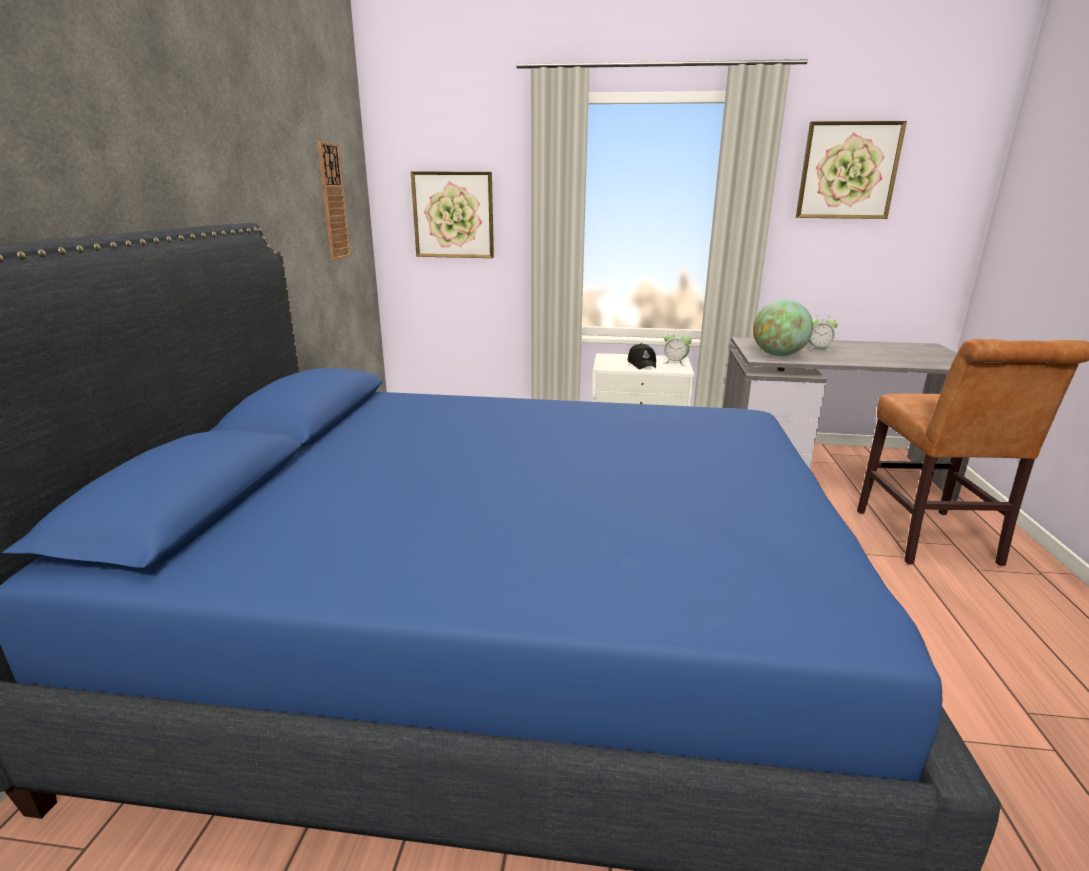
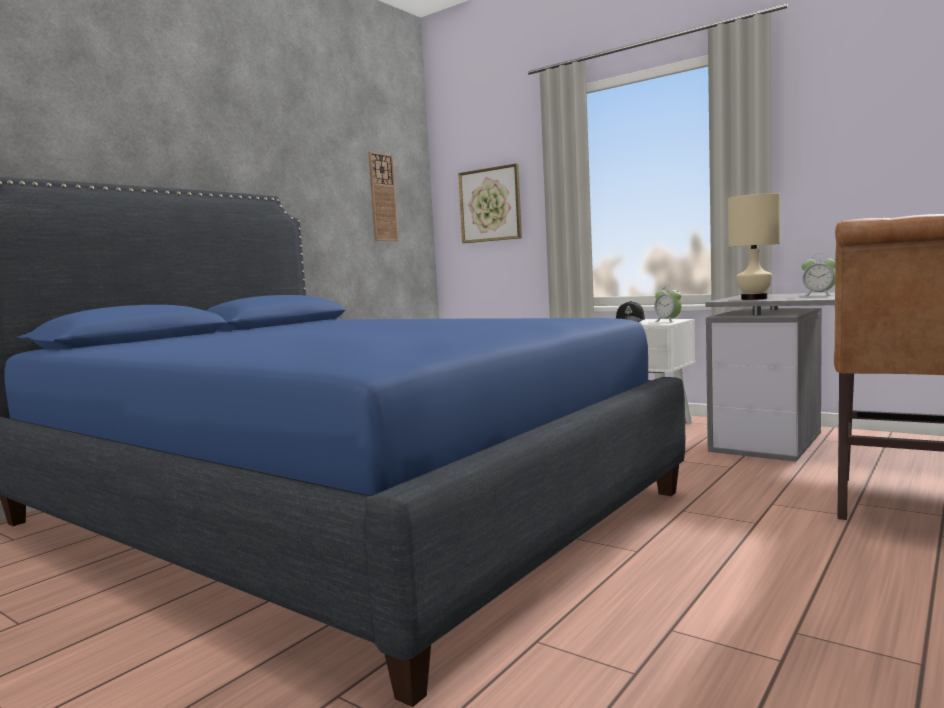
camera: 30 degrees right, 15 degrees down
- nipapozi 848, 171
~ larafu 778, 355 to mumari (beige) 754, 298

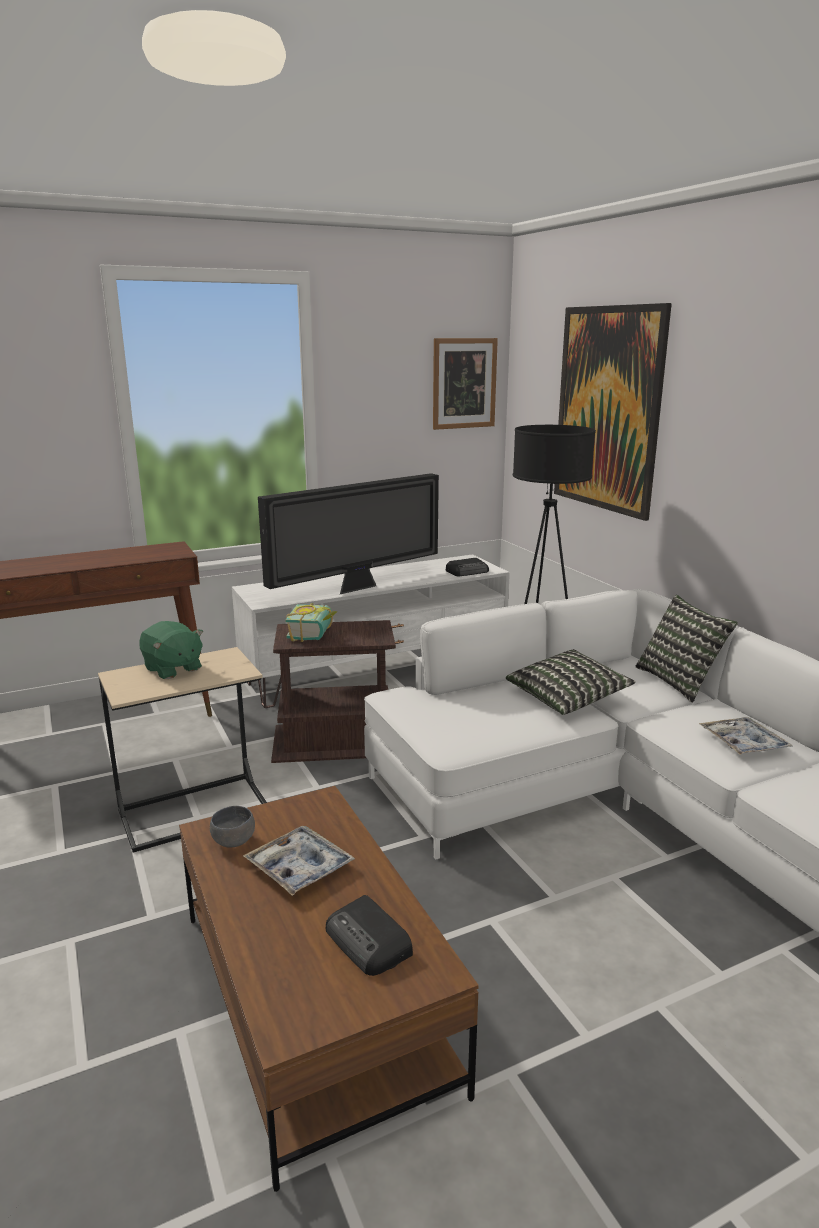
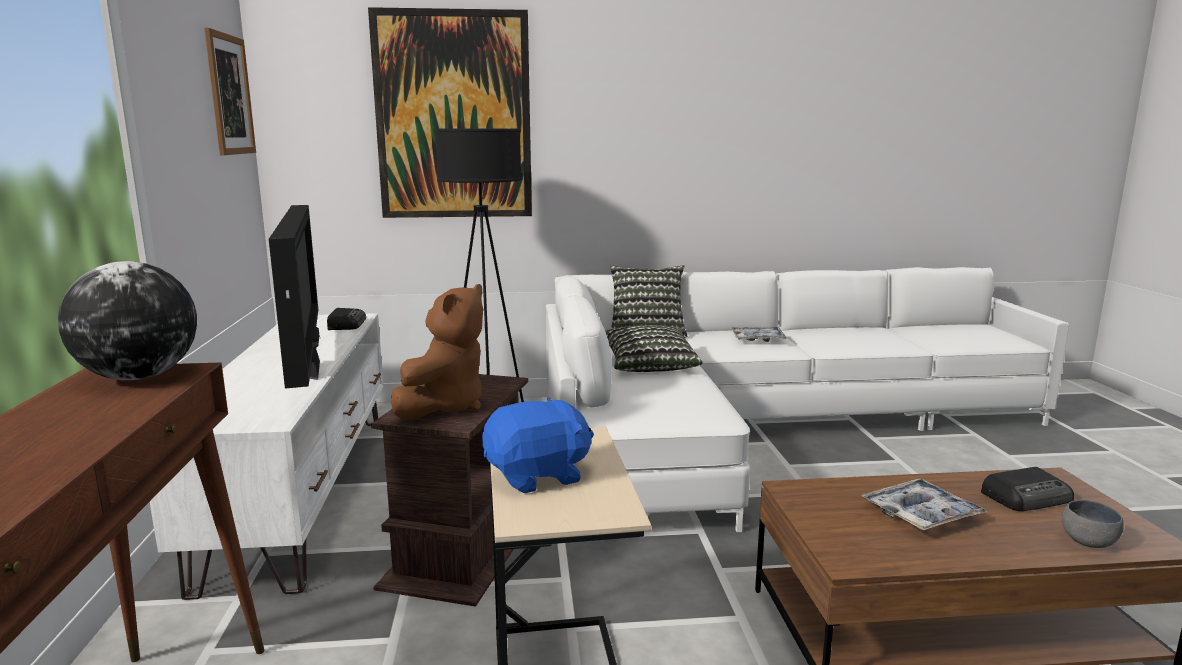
camera: 70 degrees left, 5 degrees down
+ larafu 139, 377
~ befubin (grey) 232, 842 to 1090, 543
~ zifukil 315, 634 to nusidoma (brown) 444, 406
~ nusidoma (green) 172, 669 to nusidoma (blue) 538, 476

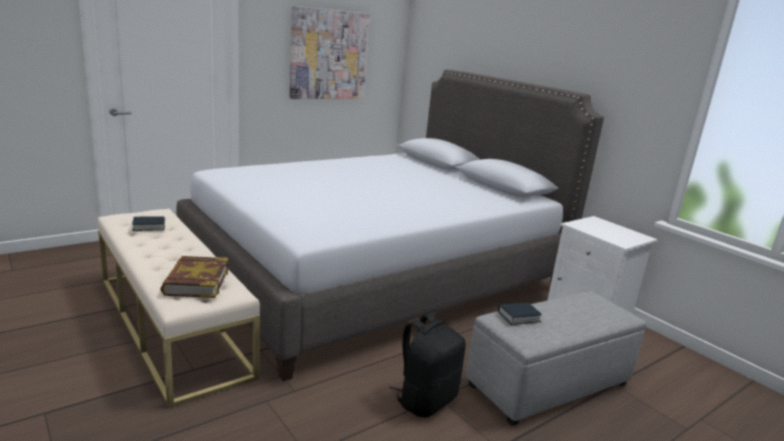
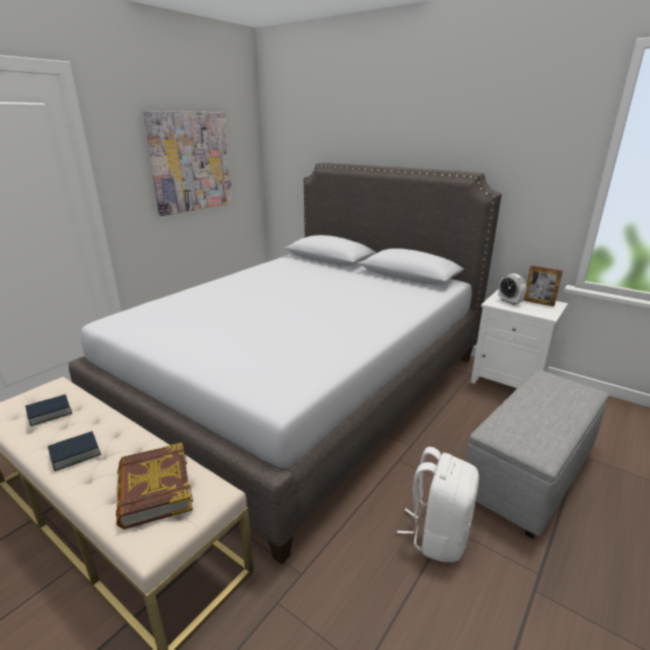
camera: 15 degrees left, 5 degrees up
+ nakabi 509, 302
+ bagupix 538, 303
~ zifukil 518, 317 to 75, 454
~ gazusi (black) 425, 400 to gazusi (white) 438, 535

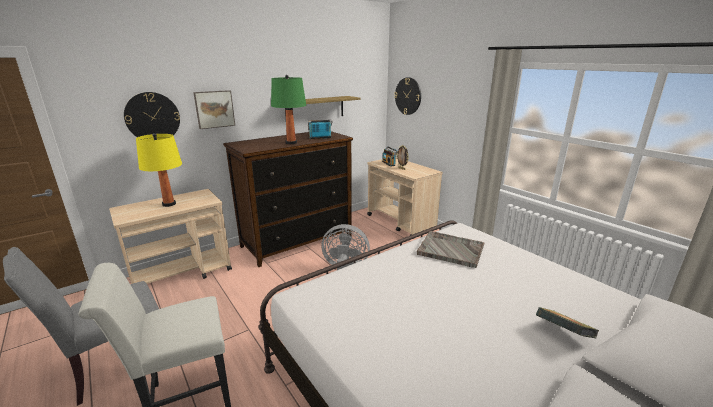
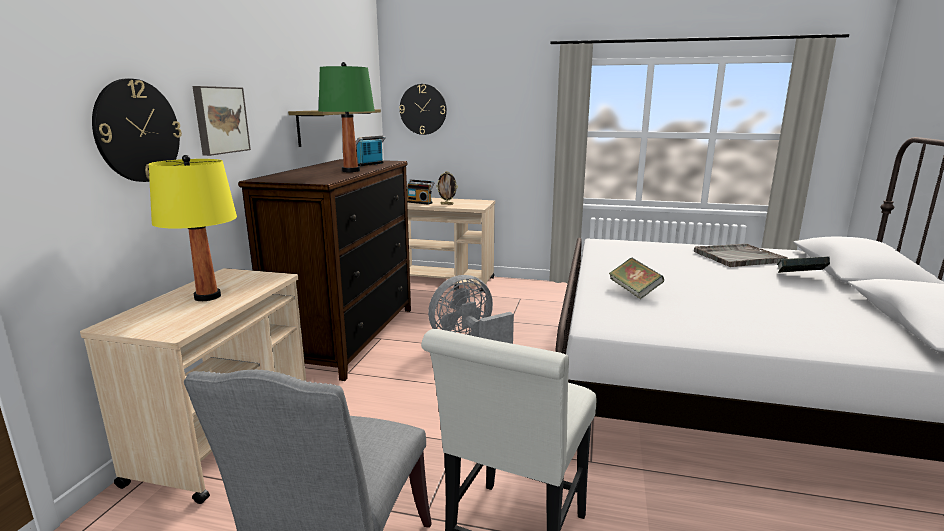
camera: 40 degrees left, 5 degrees down
+ zifukil 634, 291
~ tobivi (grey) 450, 250 to 737, 257

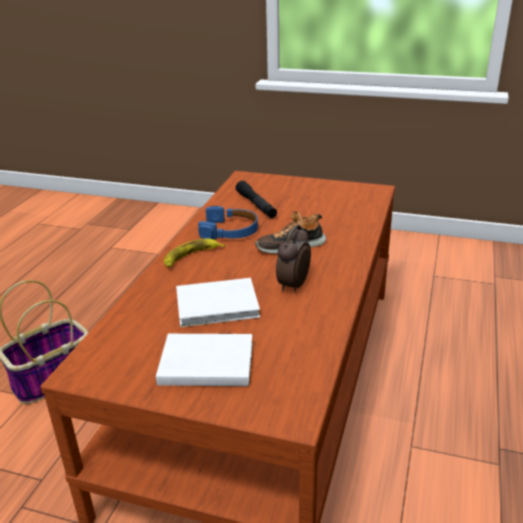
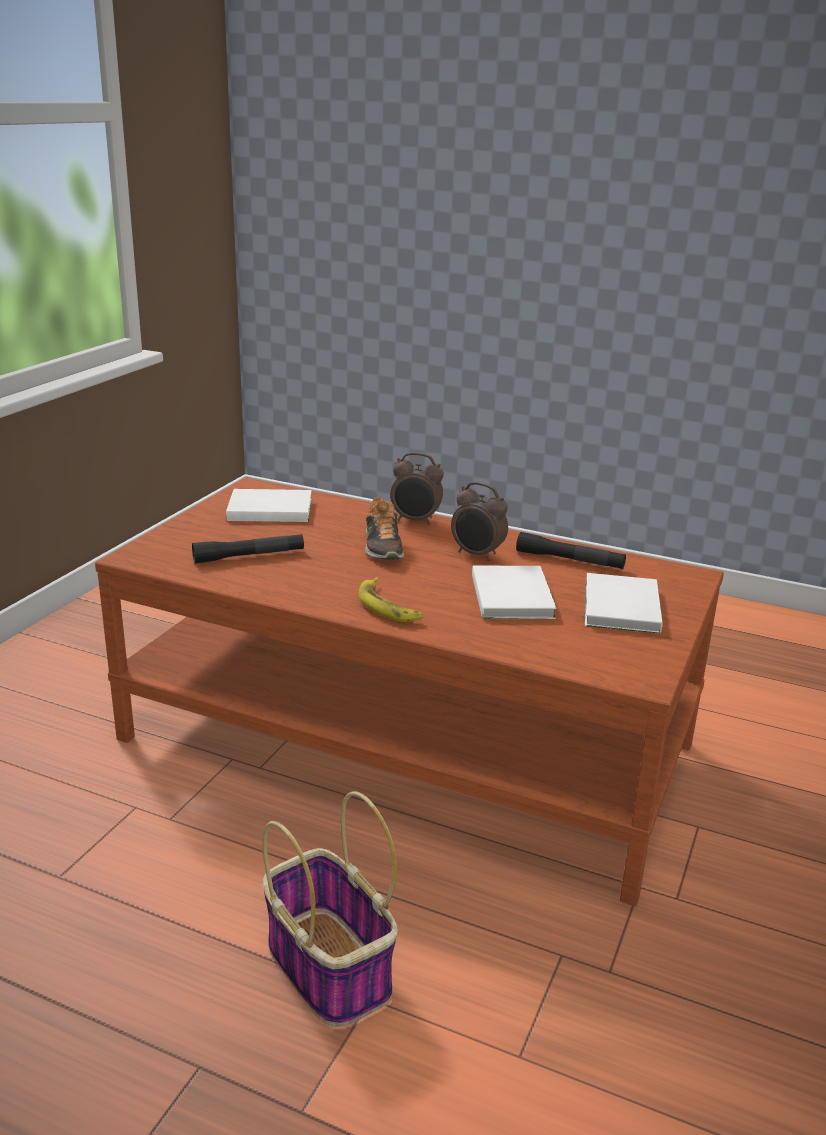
camera: 85 degrees left, 5 degrees down
- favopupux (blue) 230, 231
+ zifukil (white) 268, 509
+ nakabi 415, 520
+ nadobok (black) 569, 560

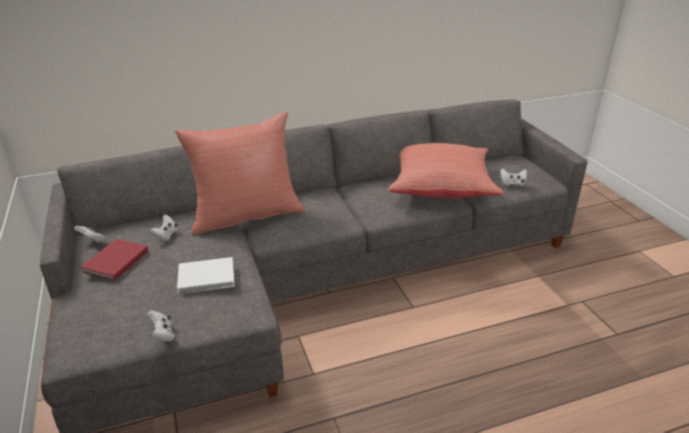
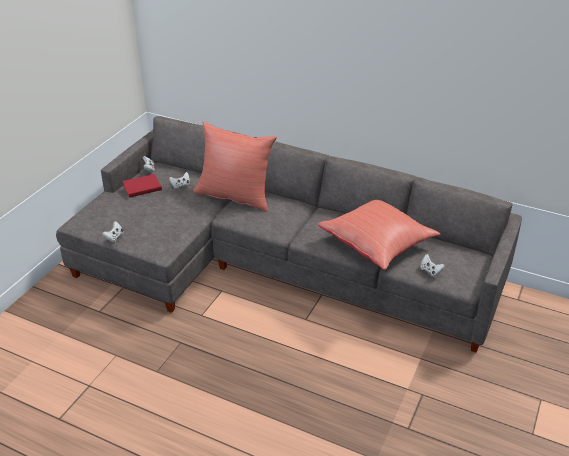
camera: 45 degrees right, 5 degrees up
- zifukil (white) 208, 278

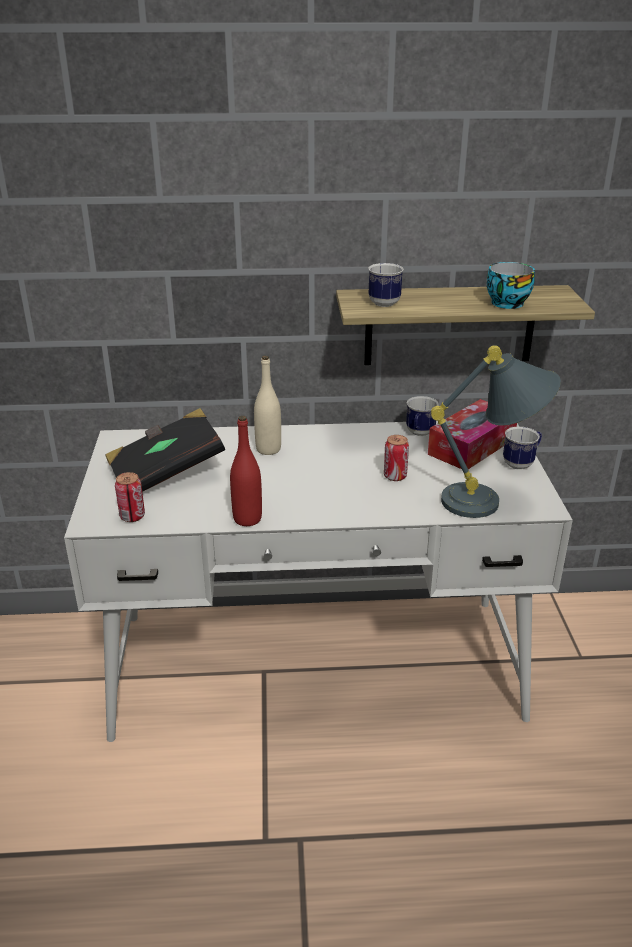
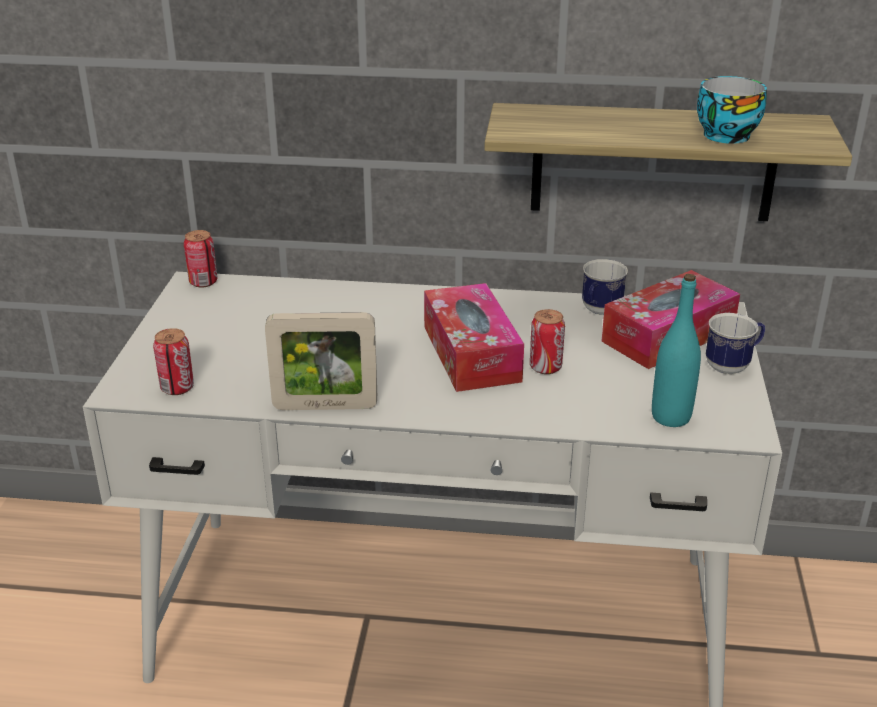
camera: 10 degrees right, 0 degrees up
- zifukil (black) 166, 473
- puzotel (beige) 268, 449
- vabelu 386, 301
+ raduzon 203, 282
+ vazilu 471, 353
~ puzotel (red) 247, 519 to bagupix 325, 406
~ mumari (grey) 491, 502 to puzotel (turquoise) 671, 417

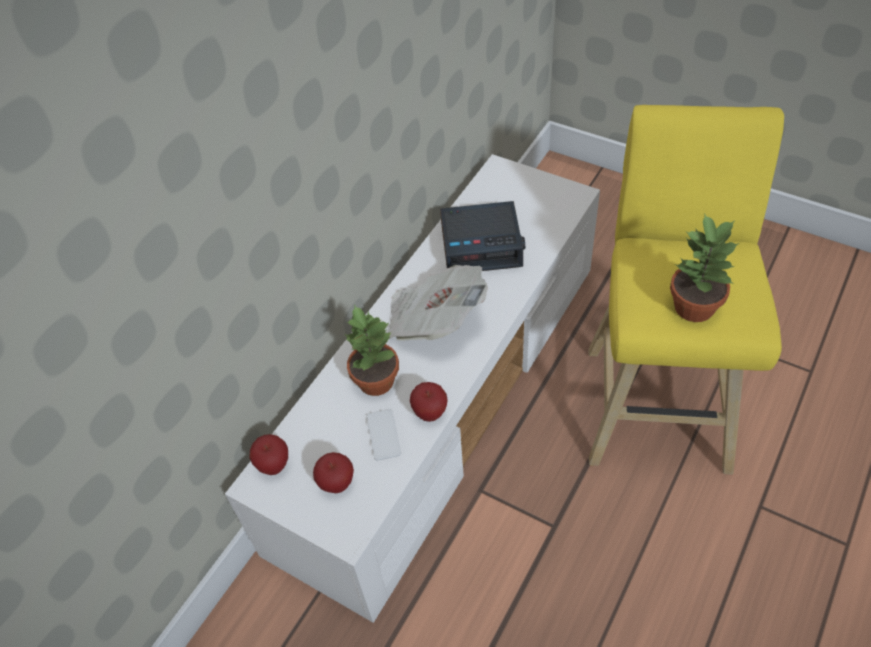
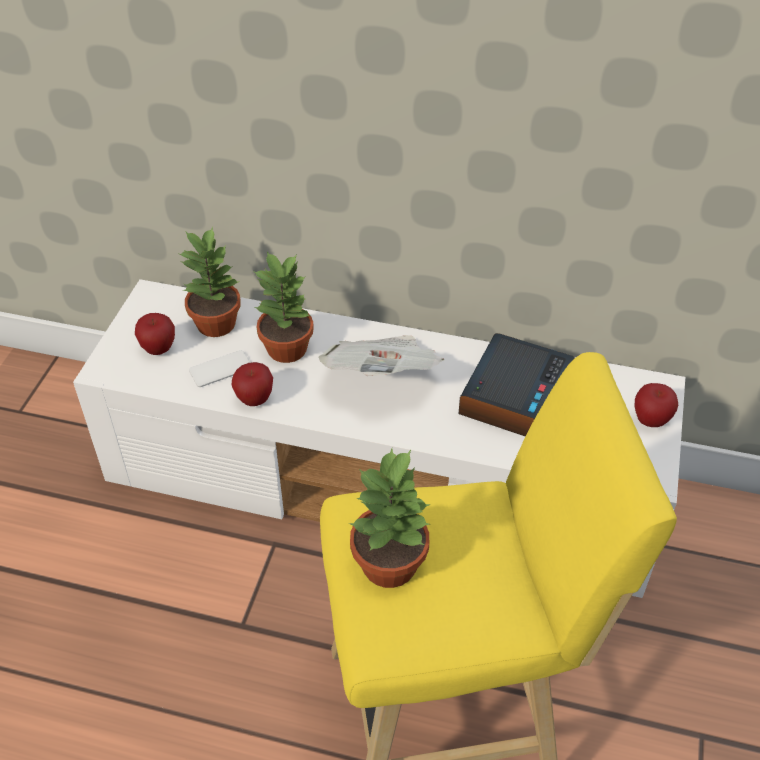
camera: 70 degrees right, 5 degrees down
+ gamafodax 216, 323
~ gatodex 274, 465 to 650, 420
~ nakabi 482, 244 = 516, 396 135 degrees counterclockwise

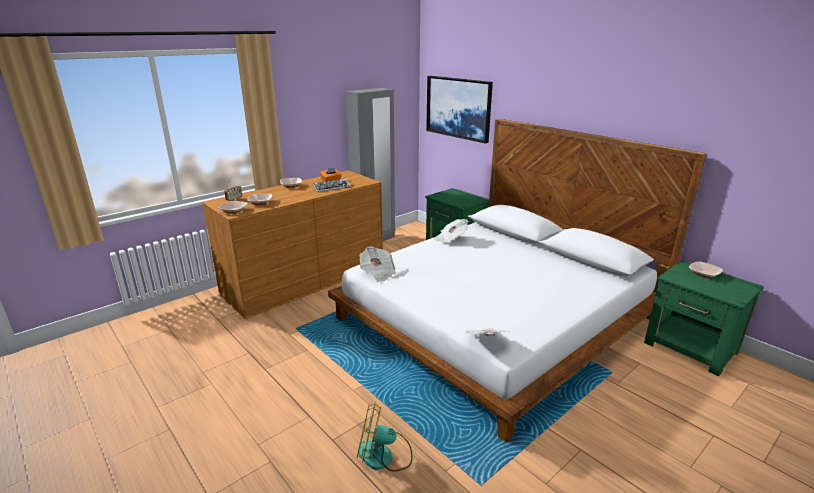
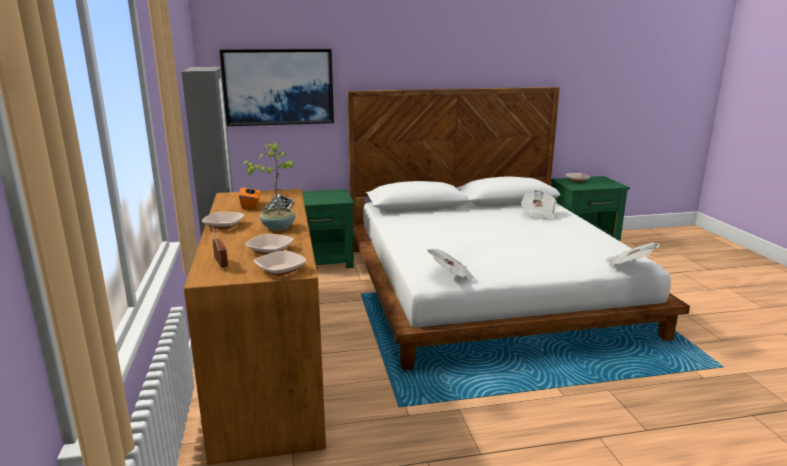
camera: 60 degrees left, 5 degrees down
- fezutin 384, 456
+ gamafodax 278, 227
~ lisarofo 450, 239 to 537, 215

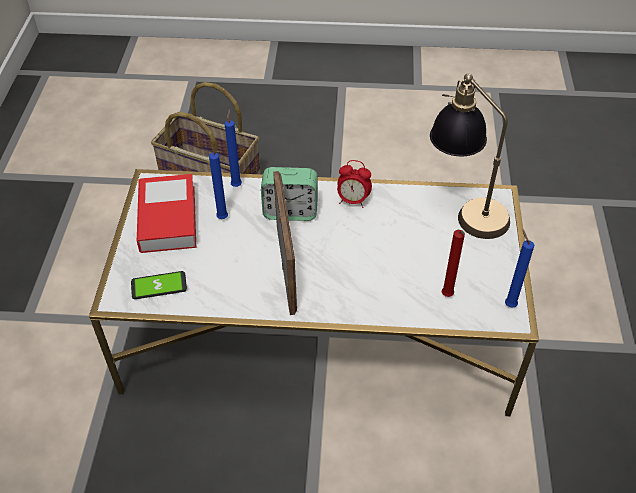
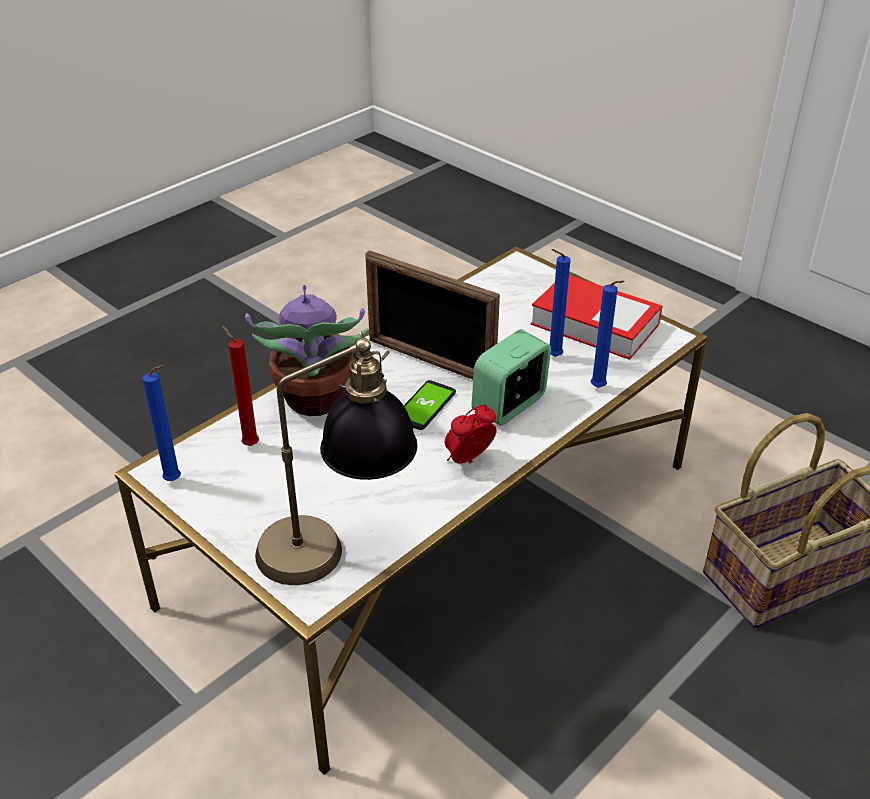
camera: 130 degrees right, 10 degrees down
+ gamafodax 315, 401
~ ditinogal 159, 286 to 425, 406

